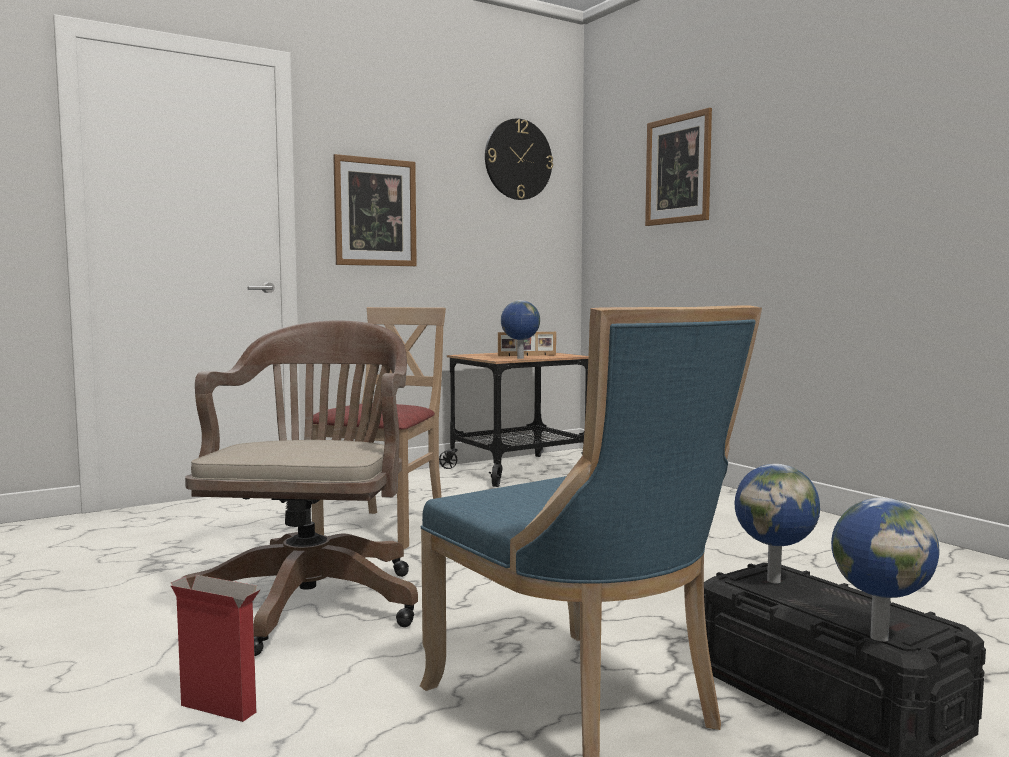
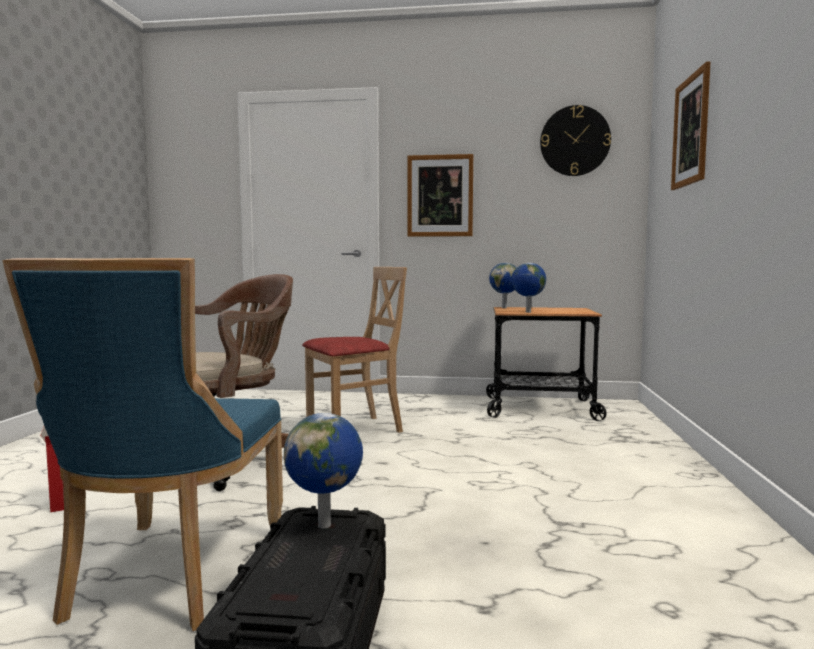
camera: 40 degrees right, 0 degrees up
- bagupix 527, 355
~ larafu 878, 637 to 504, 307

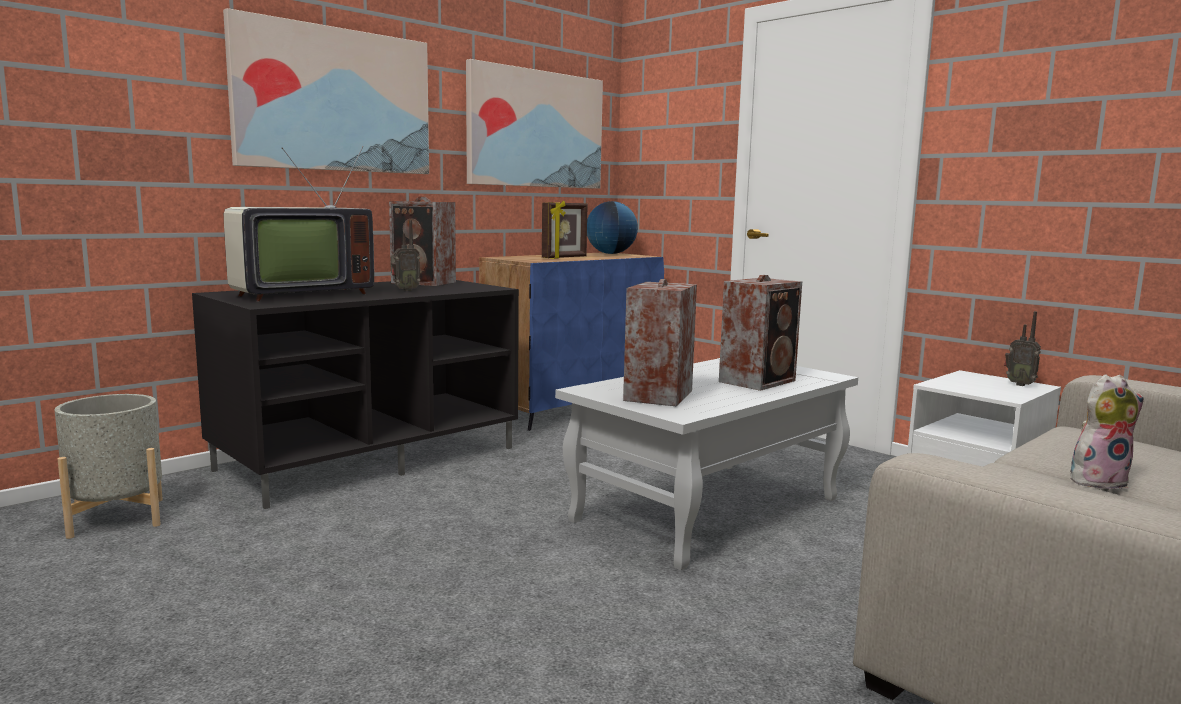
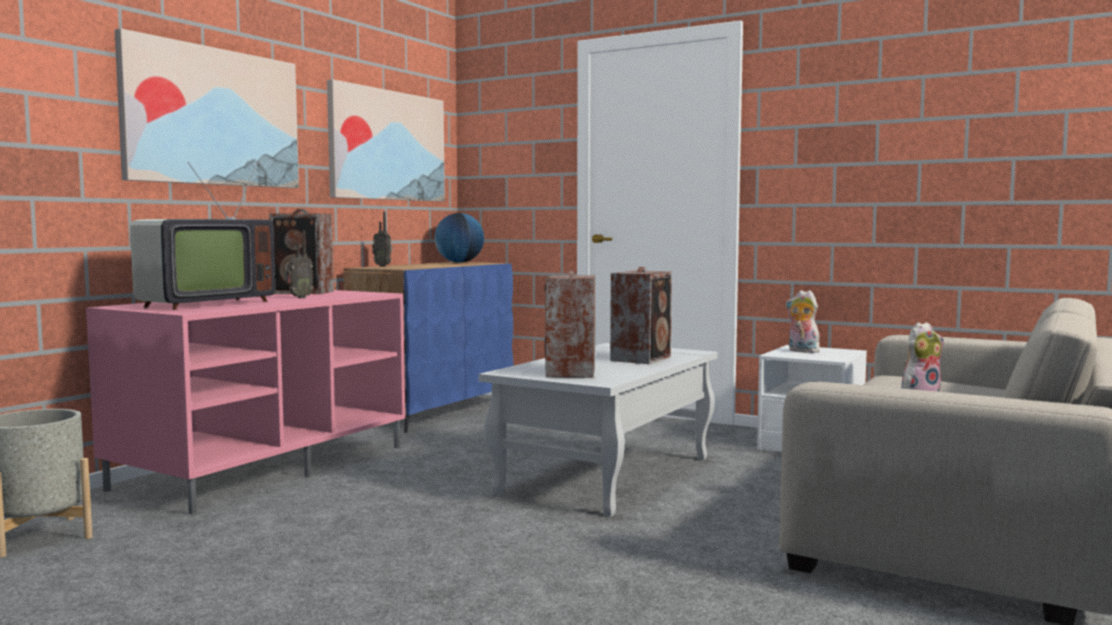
camera: 15 degrees left, 5 degrees down
- bagupix 565, 257
+ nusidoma 801, 351
~ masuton 1020, 384 to 383, 266
~ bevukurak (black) 370, 458 to bevukurak (pink) 265, 466

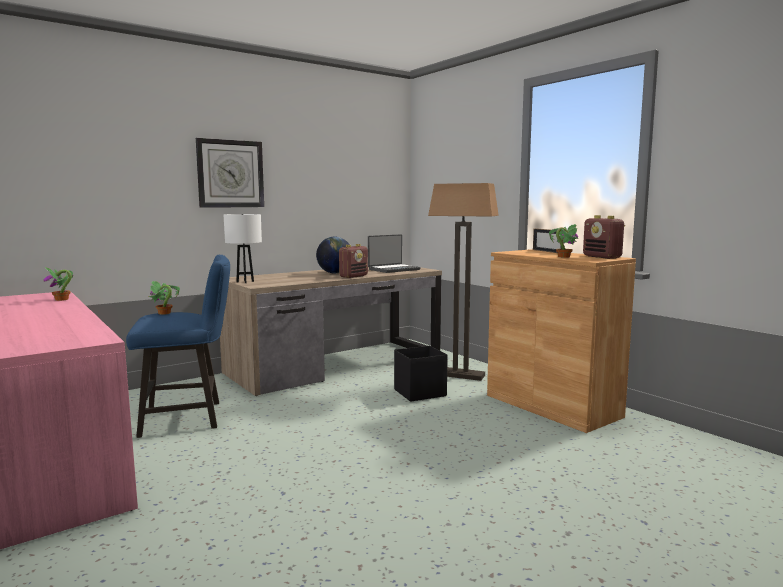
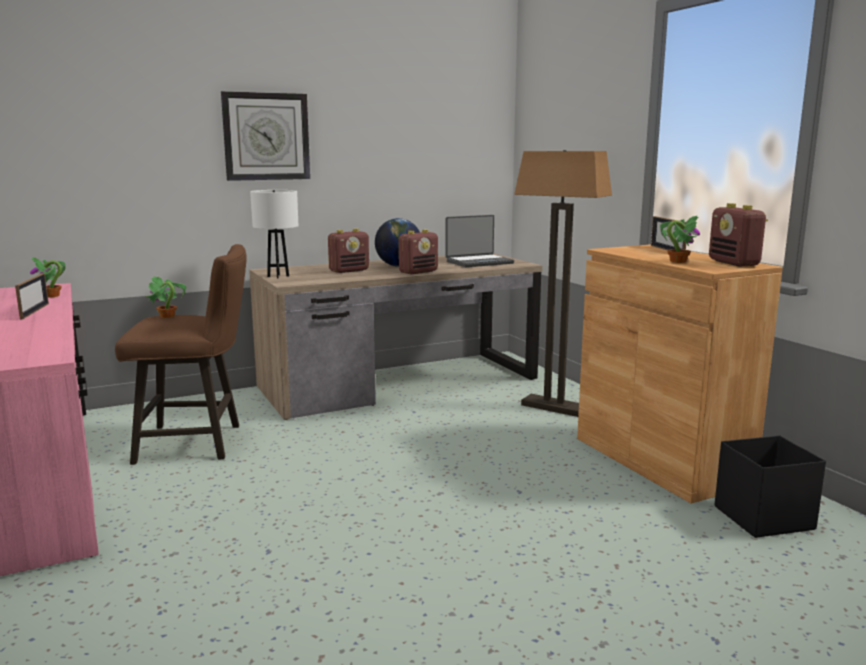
camera: 10 degrees right, 5 degrees up
+ bagupix 34, 311
+ masuton 349, 270
~ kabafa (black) 419, 393 to 762, 518
~ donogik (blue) 189, 417 to donogik (brown) 198, 443

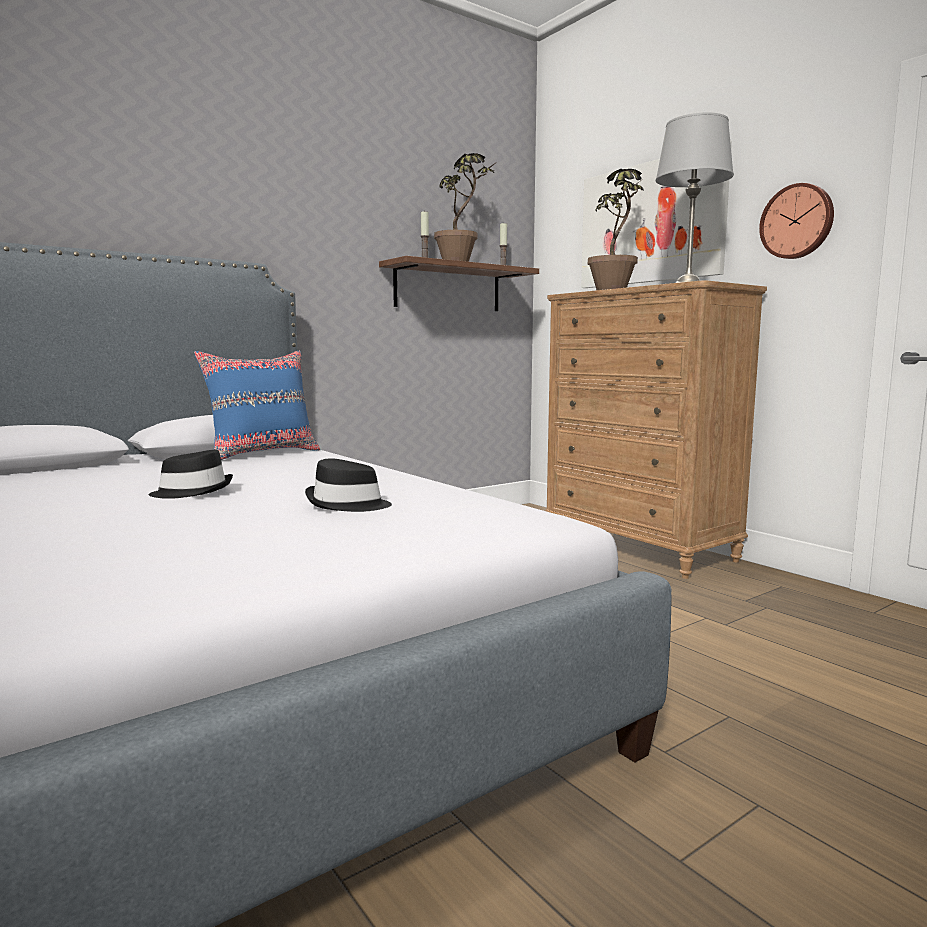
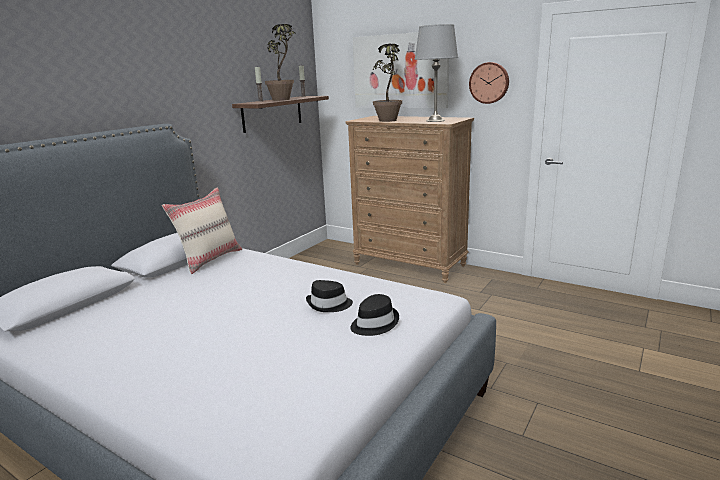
camera: 20 degrees left, 10 degrees up
~ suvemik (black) 193, 491 to 374, 323
~ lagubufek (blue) 263, 453 to lagubufek (beige) 210, 259

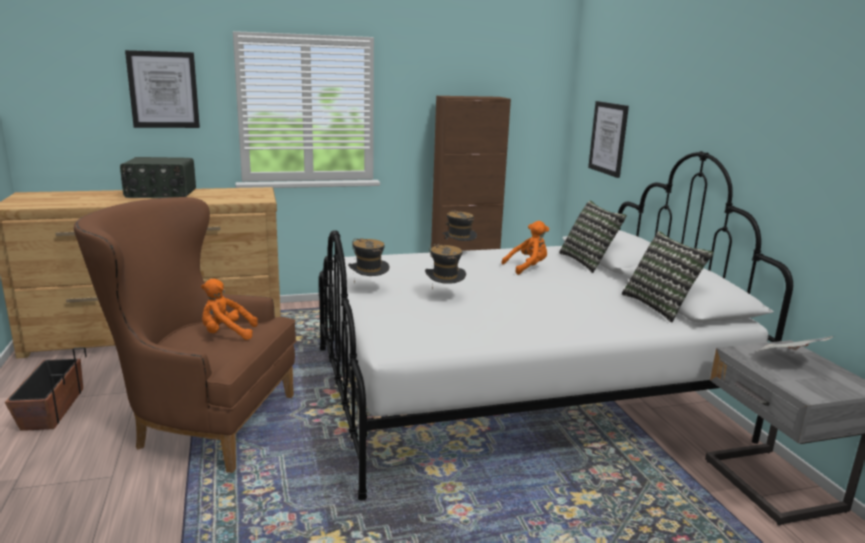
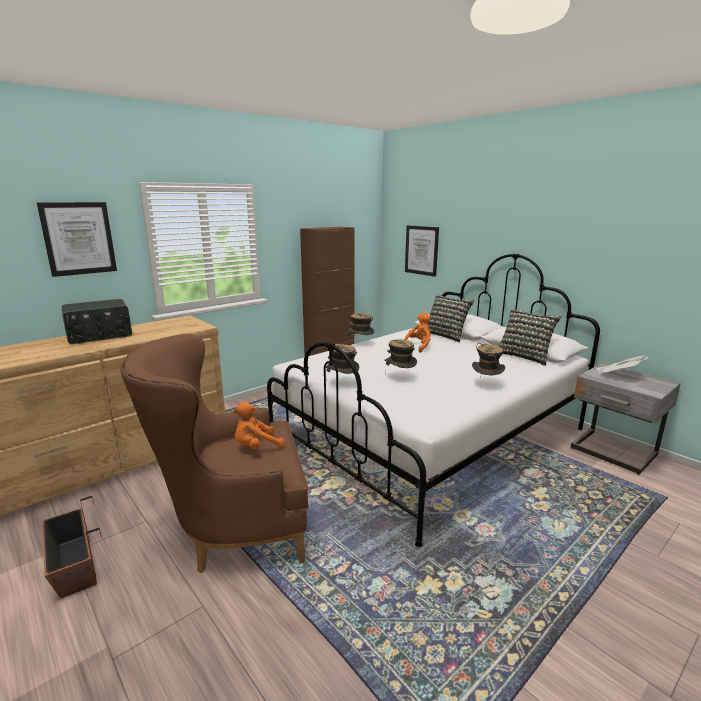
camera: 25 degrees left, 0 degrees up
+ suvemik 486, 384

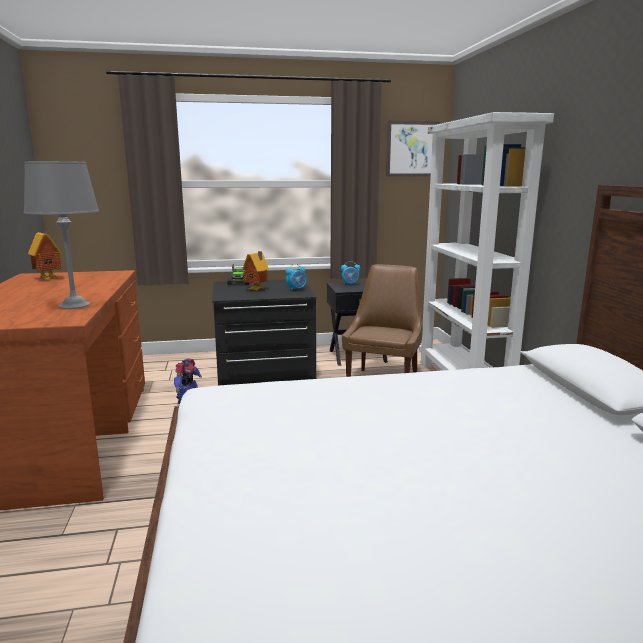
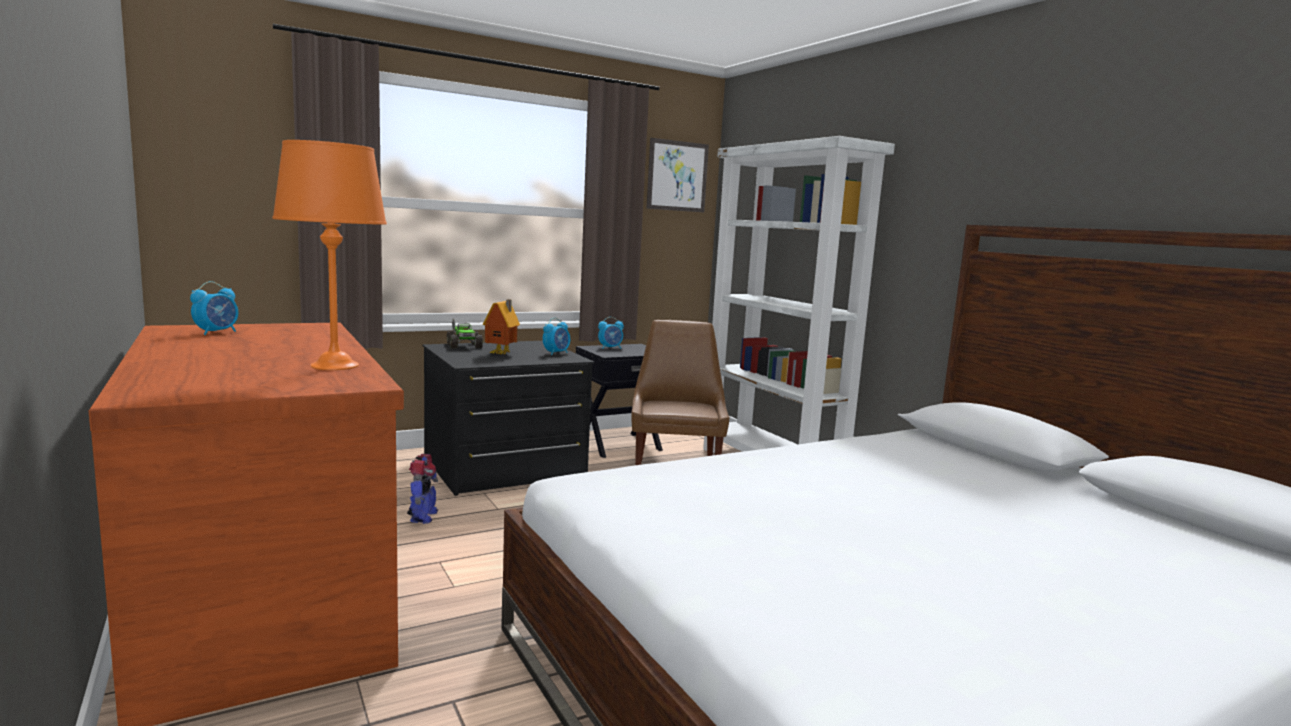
camera: 20 degrees left, 5 degrees down
~ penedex 49, 278 to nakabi 217, 332
~ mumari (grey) 75, 305 to mumari (orange) 335, 365

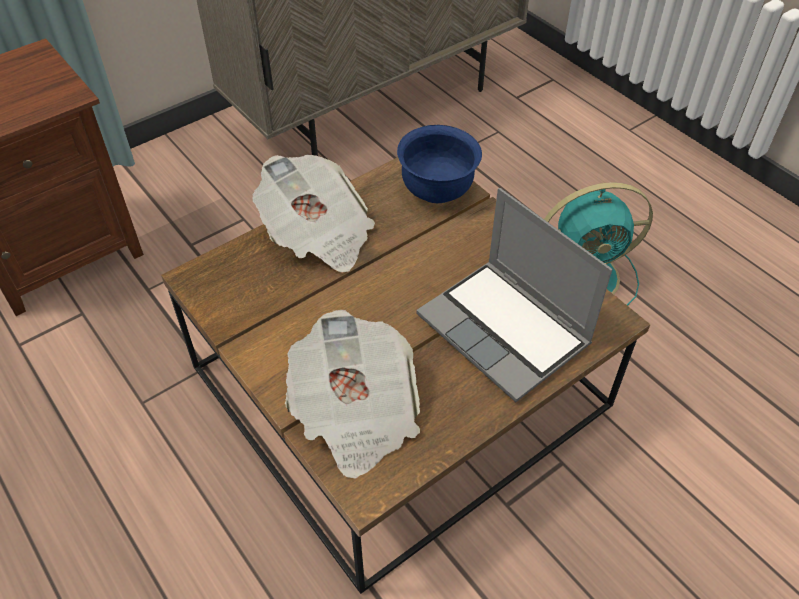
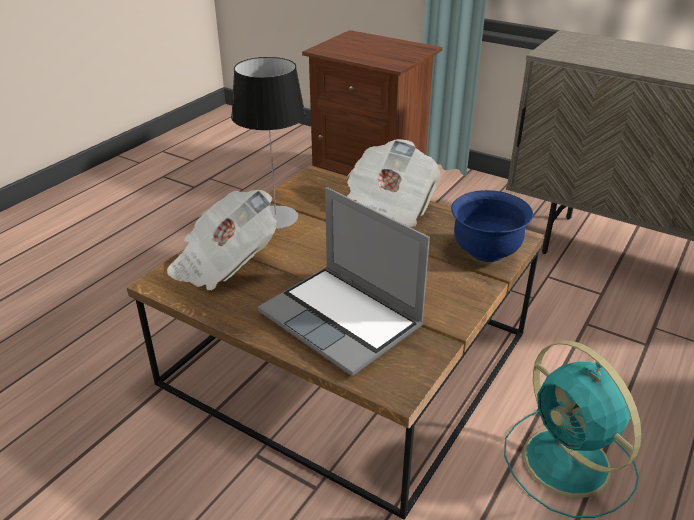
camera: 70 degrees right, 15 degrees down
+ mumari 275, 217
~ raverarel 506, 331 = 343, 320 75 degrees counterclockwise

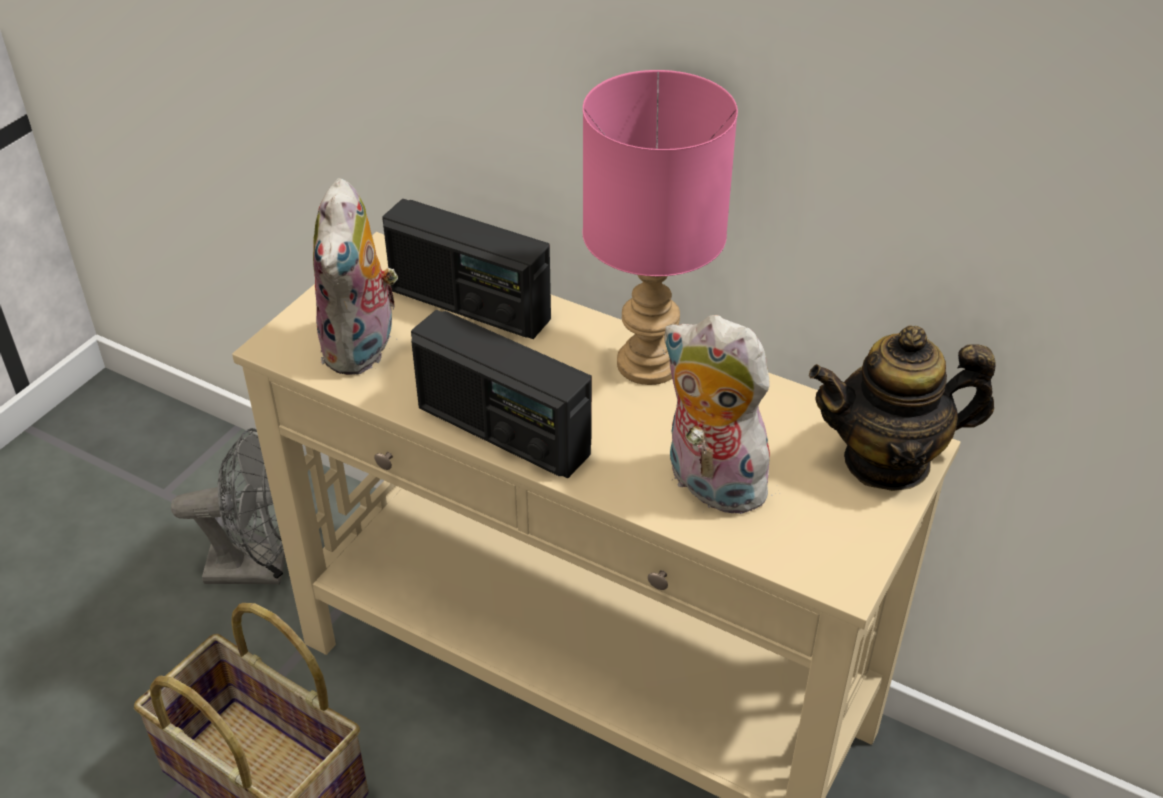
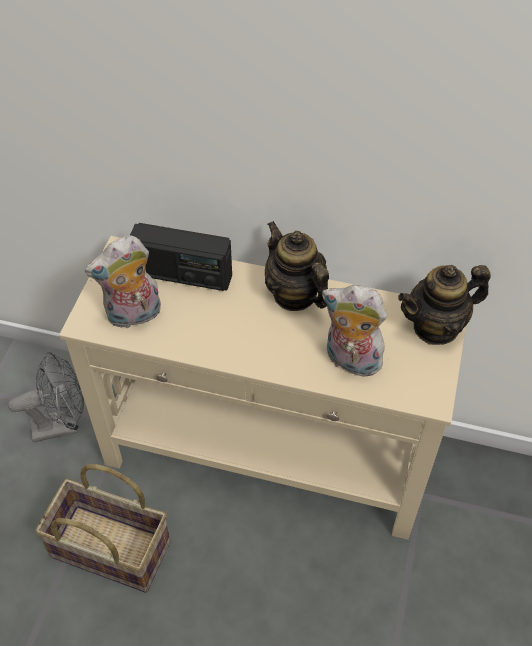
camera: 15 degrees left, 10 degrees up
- masuton 502, 430
~ mumari (pink) 647, 365 to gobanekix 294, 294
~ nusidoma 363, 349 = 133, 316 75 degrees clockwise

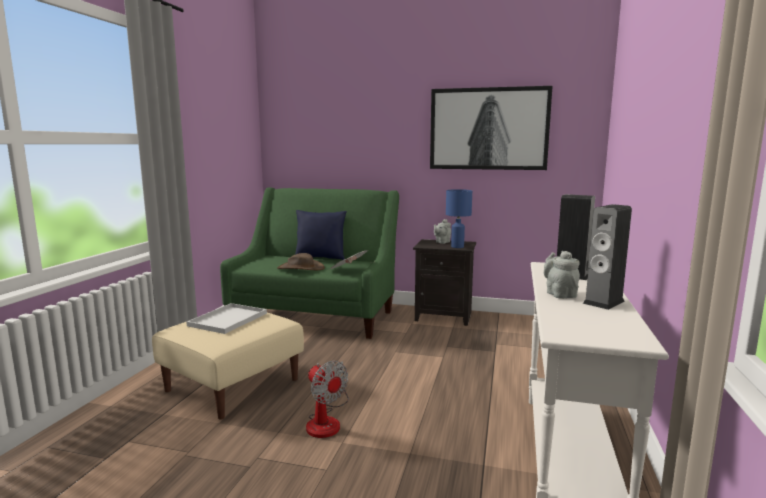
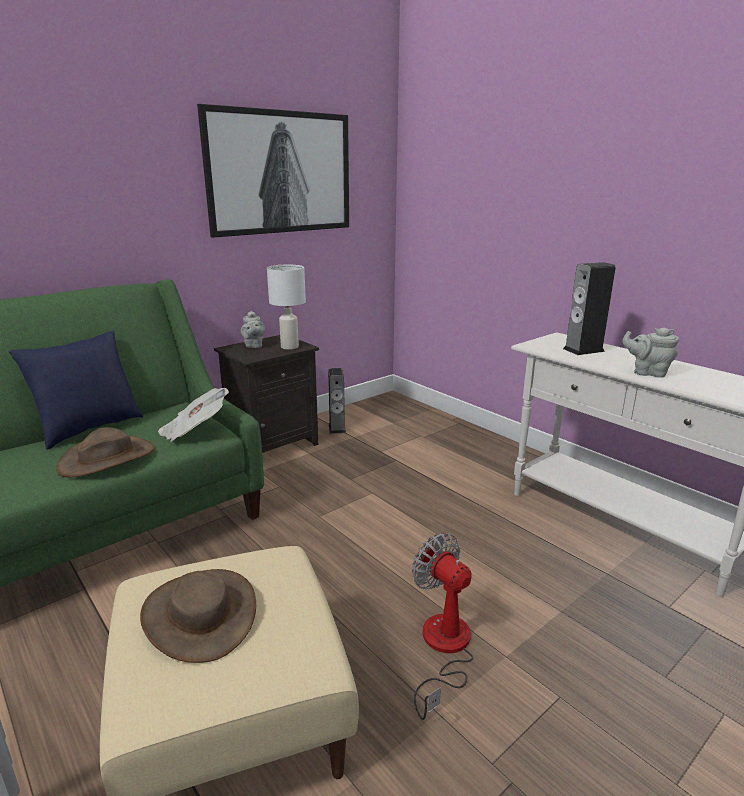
camera: 55 degrees left, 10 degrees up
~ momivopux 603, 302 to 337, 428
~ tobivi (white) 227, 320 to suvemik (brown) 200, 614
~ mumari (blue) 457, 247 to mumari (white) 289, 347
~ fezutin 327, 420 = 443, 649 120 degrees counterclockwise

